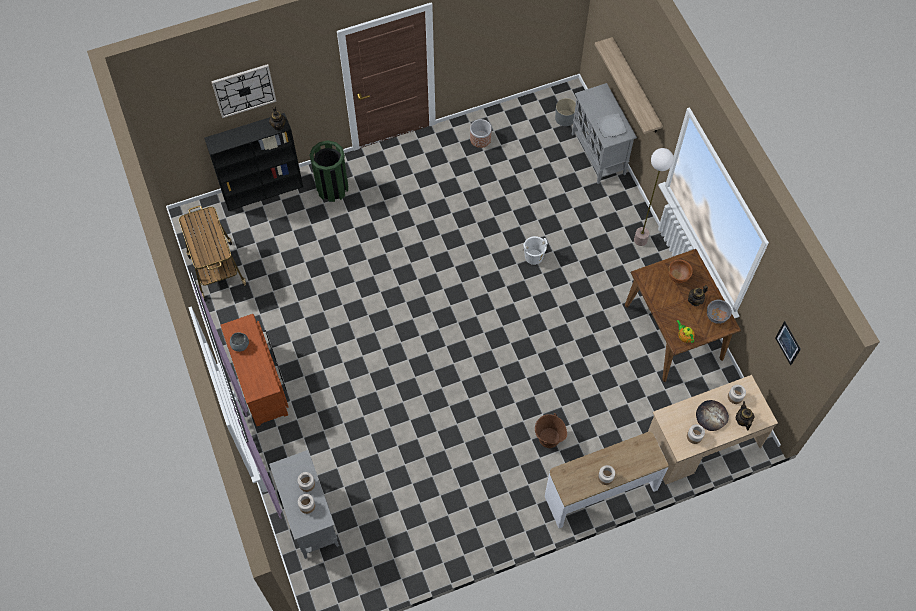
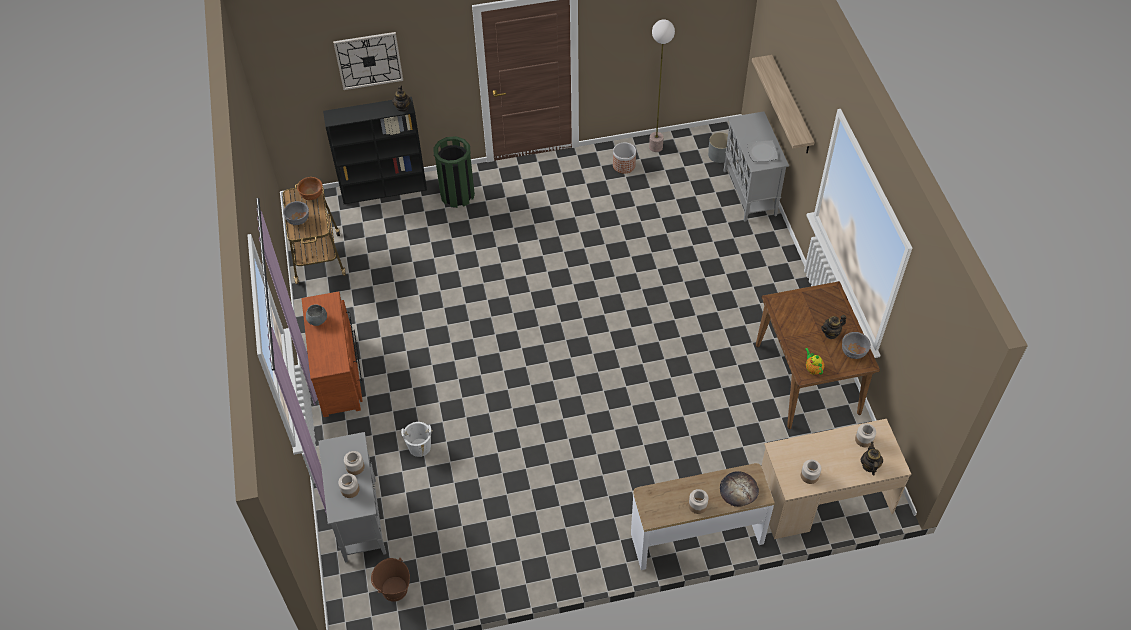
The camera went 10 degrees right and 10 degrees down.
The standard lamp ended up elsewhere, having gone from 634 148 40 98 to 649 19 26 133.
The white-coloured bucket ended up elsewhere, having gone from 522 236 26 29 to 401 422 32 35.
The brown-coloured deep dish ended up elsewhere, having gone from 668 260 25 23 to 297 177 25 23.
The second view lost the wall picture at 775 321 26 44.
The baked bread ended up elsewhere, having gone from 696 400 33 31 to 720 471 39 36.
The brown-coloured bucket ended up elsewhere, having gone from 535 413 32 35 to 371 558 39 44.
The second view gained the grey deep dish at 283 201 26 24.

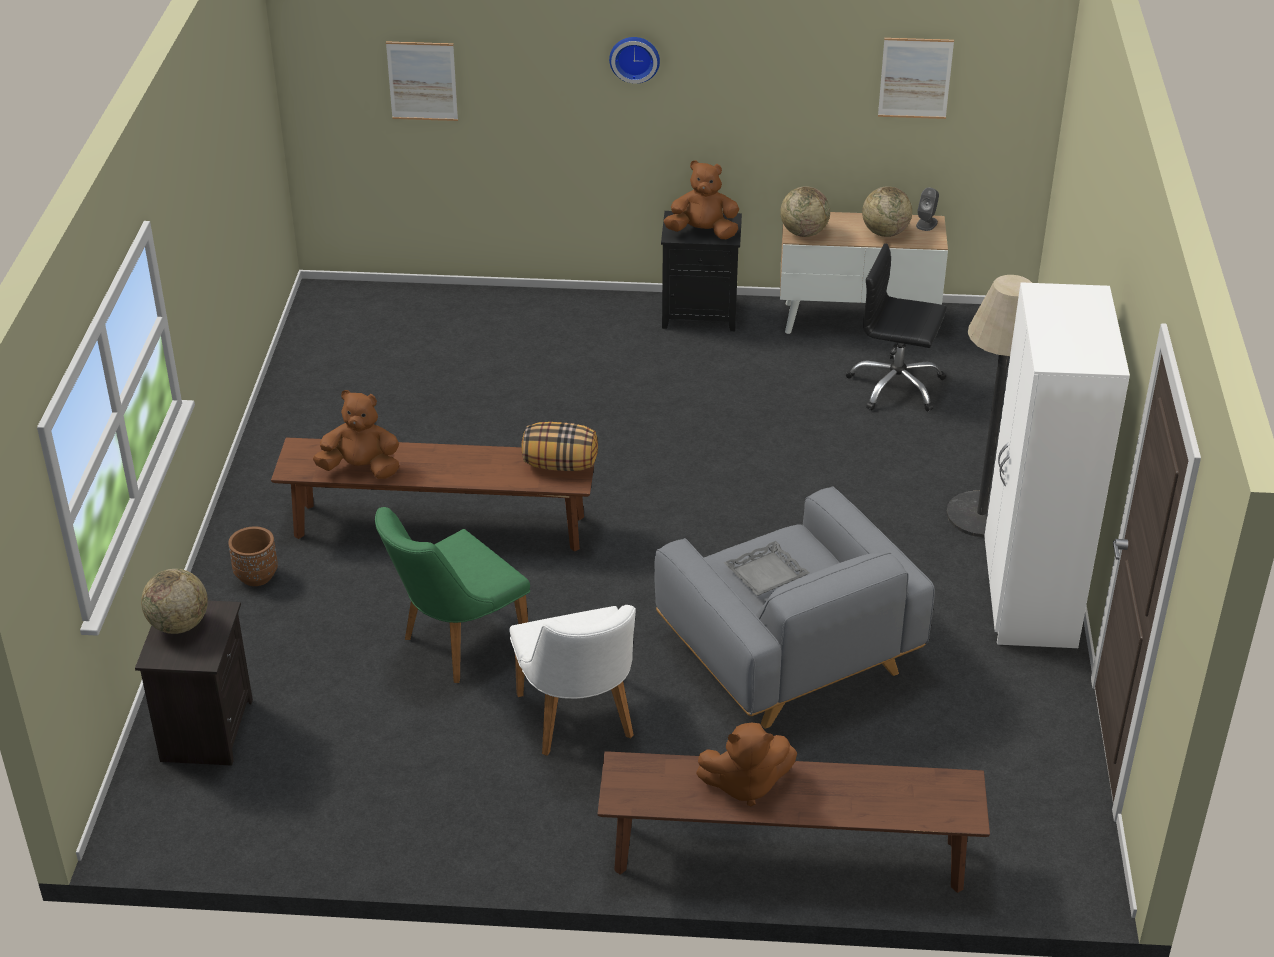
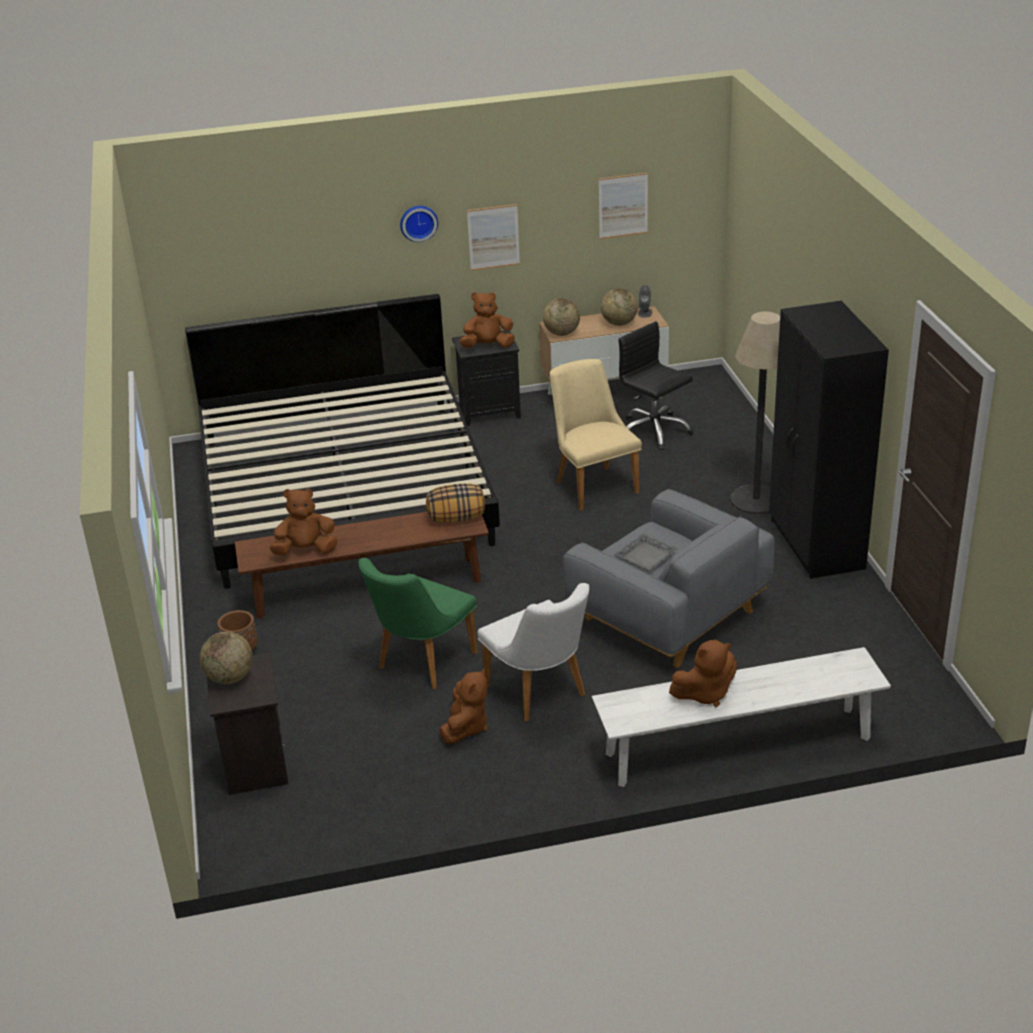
The camera went 15 degrees left and 5 degrees down.
The wall picture ended up elsewhere, having gone from 386 41 72 80 to 467 204 53 67.
The black office chair at 846 243 101 168 ended up facing another way, 45 degrees clockwise from before.
What was the white-coloured armoire at 984 282 146 366 turned into the black armoire at 769 301 120 278.
What was the brown-coloured bench at 597 751 393 142 turned into the white-coloured bench at 592 647 299 140.
The second view gained the bedroom bed at 185 294 315 295.
The second view gained the sand-coloured upright chair at 550 359 92 152.
The second view gained the brown-coloured plush toy at 439 668 49 76.

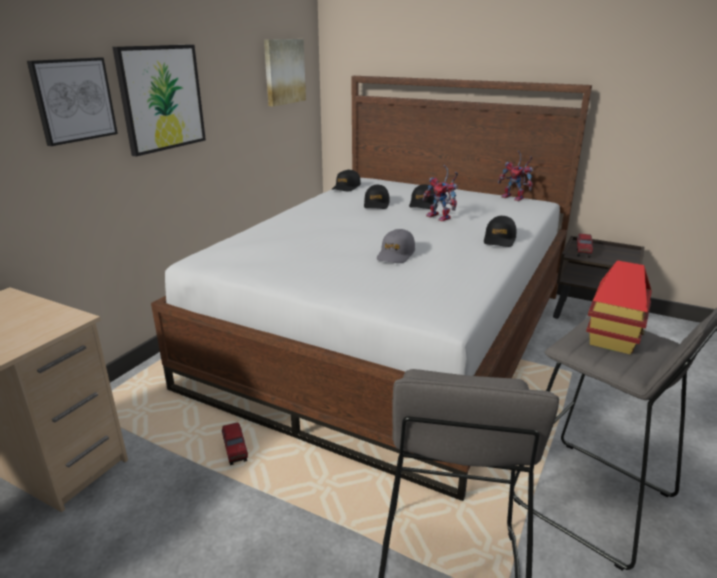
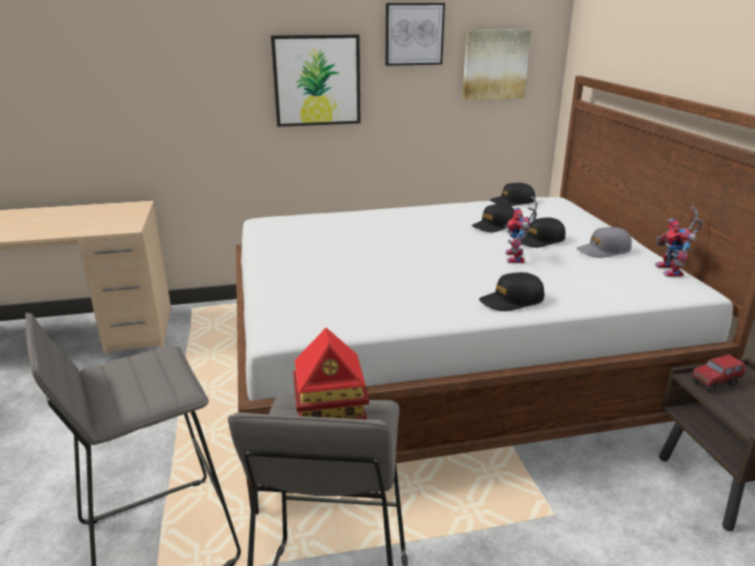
The camera went 50 degrees right and 0 degrees up.
The wall picture ended up elsewhere, having gone from 27 58 91 88 to 385 3 60 63.
The grey peaked cap ended up elsewhere, having gone from 377 229 38 34 to 576 227 56 31.
The second view lost the toy lorry at 222 423 26 42.

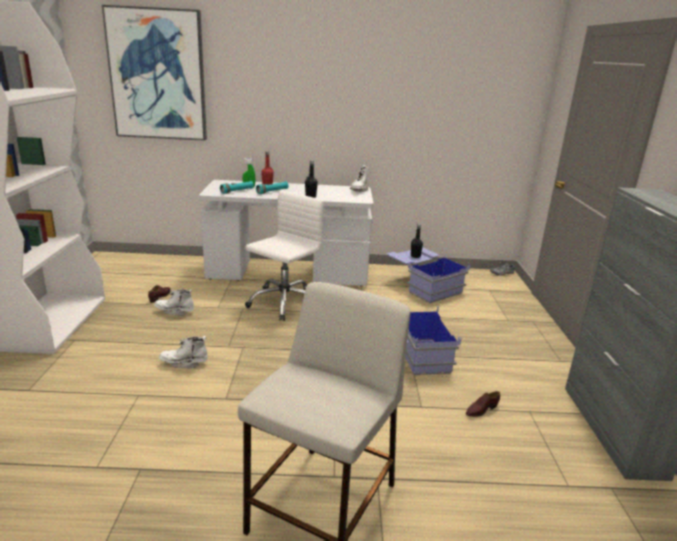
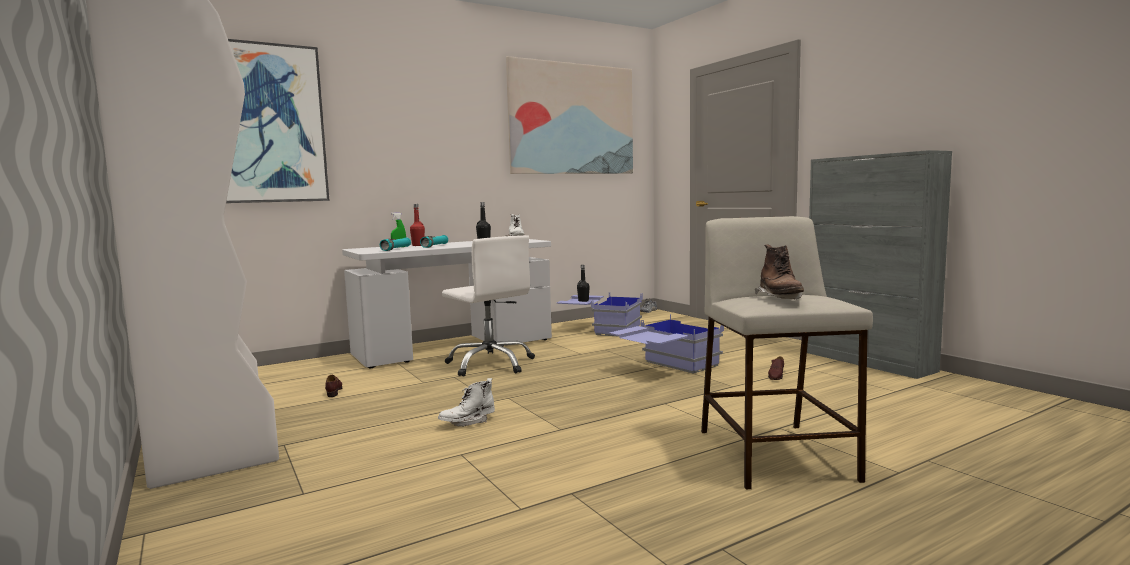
The camera went 30 degrees left and 15 degrees down.
The white-coloured office chair at 245 191 79 130 ended up facing another way, 135 degrees clockwise from before.
The second view lost the white-coloured high-top boot at 154 289 40 27.
The second view gained the wall picture at 506 56 127 118.
The second view gained the brown-coloured high-top boot at 755 245 49 54.

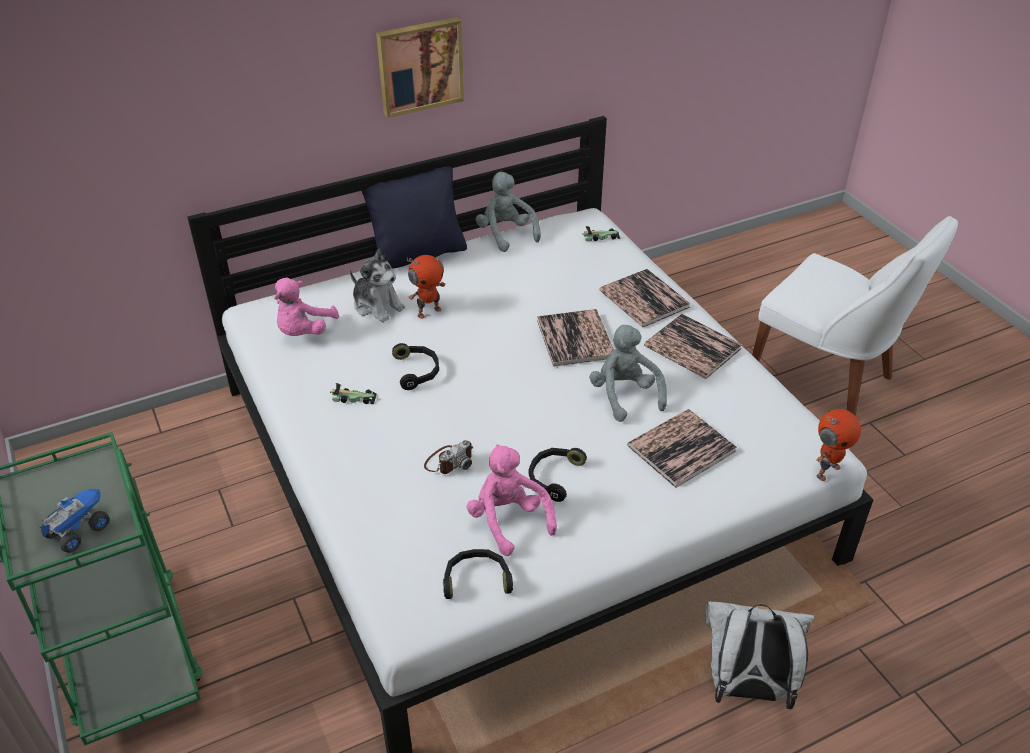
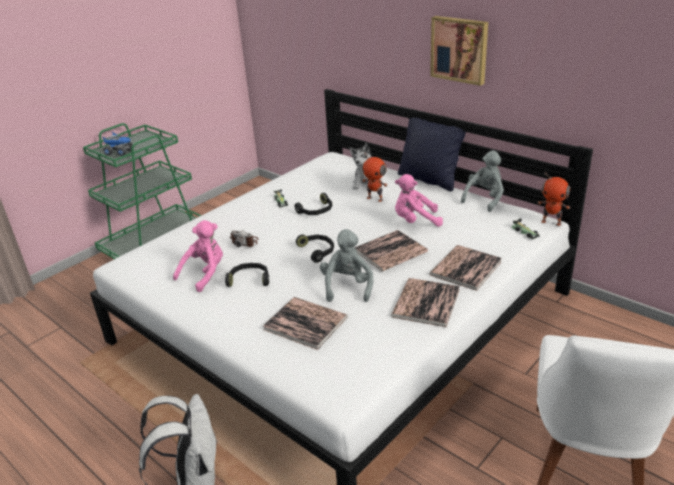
The camera went 70 degrees right and 10 degrees down.
The pinkish plush toy ended up elsewhere, having gone from 274 277 65 59 to 395 174 48 53.
The grey plush toy at 589 325 78 97 ended up facing another way, 45 degrees counterclockwise from before.
The model robot ended up elsewhere, having gone from 816 409 45 72 to 538 171 32 55.
The black headphones ended up elsewhere, having gone from 443 549 70 50 to 296 234 38 29.

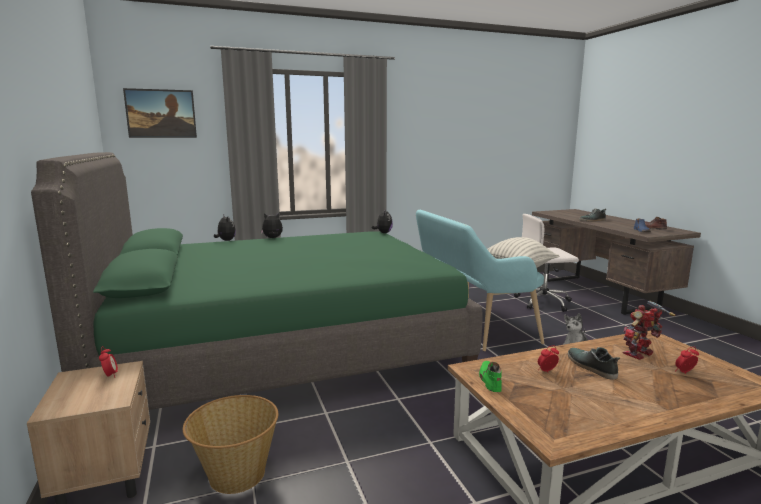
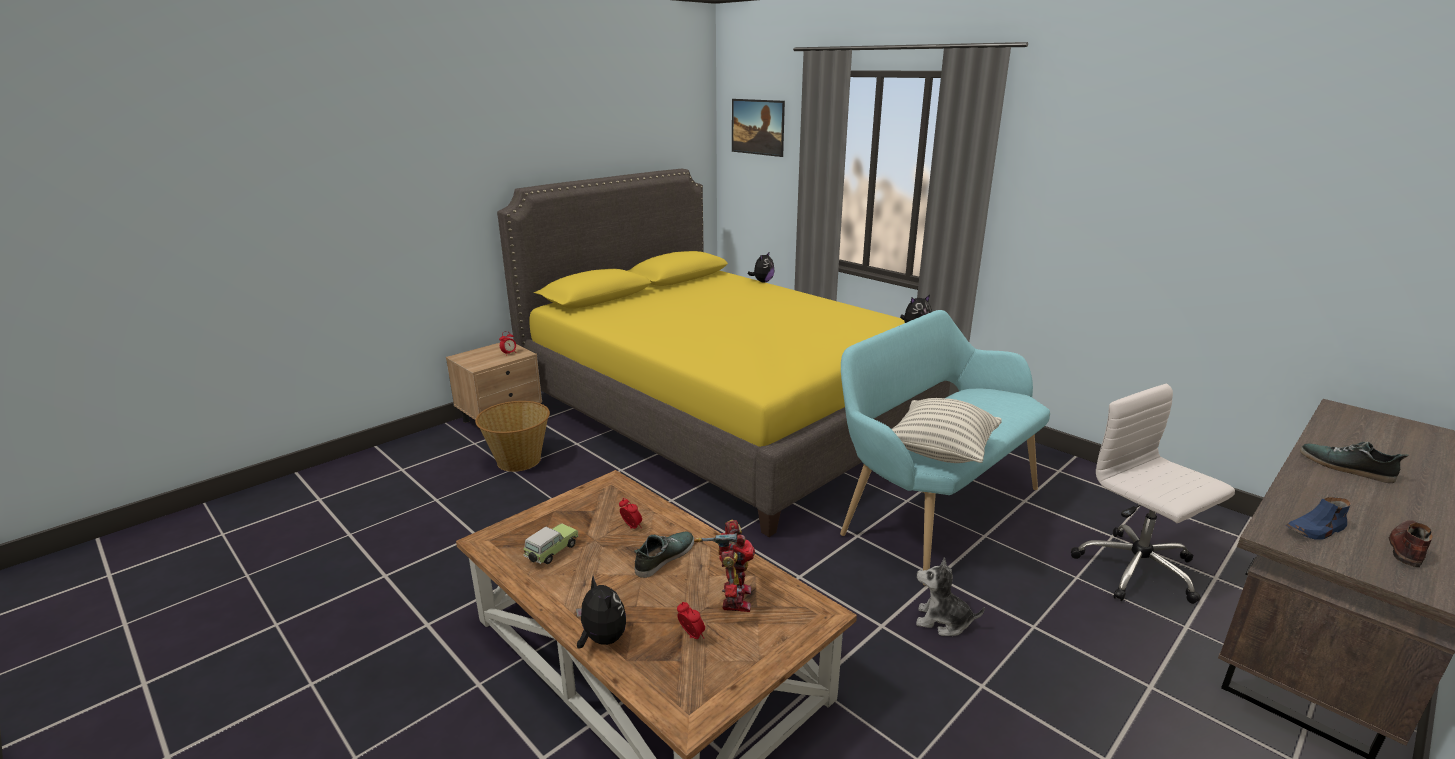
The camera went 65 degrees right and 10 degrees up.
What was the green-coloured bedroom bed at 31 152 452 258 turned into the yellow-coloured bedroom bed at 497 169 453 368.
The plush toy ended up elsewhere, having gone from 260 213 23 25 to 576 576 50 72.
The model robot at 622 301 54 59 ended up facing another way, 60 degrees clockwise from before.
The second view lost the green-coloured item of footwear at 479 361 23 31.
The second view gained the toy car at 523 523 55 41.

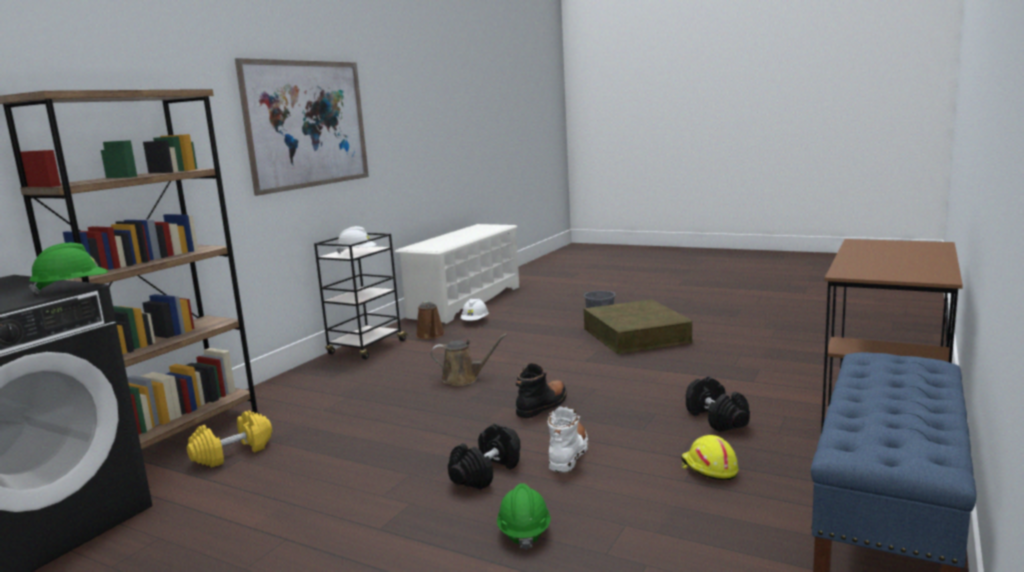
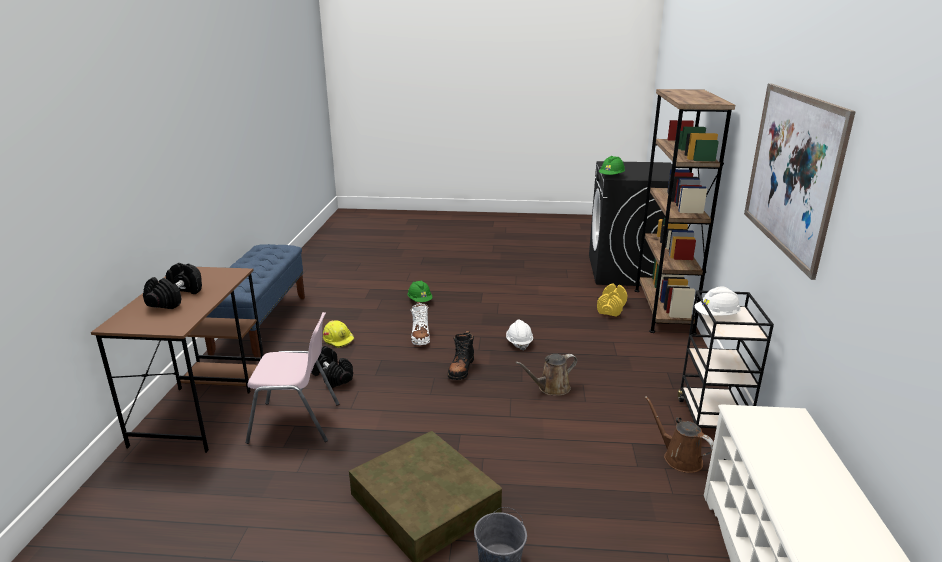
The camera went 155 degrees right and 10 degrees up.
The white-coloured hard hat ended up elsewhere, having gone from 461 299 28 22 to 506 320 27 30.
The black hand weight ended up elsewhere, having gone from 448 424 72 66 to 143 263 59 46.
The second view gained the pinkish upright chair at 246 312 93 132.

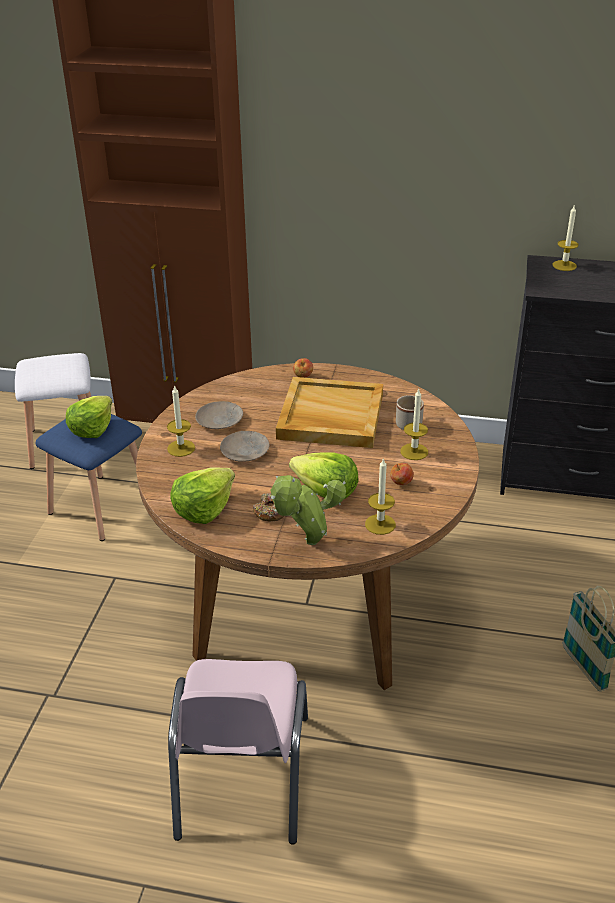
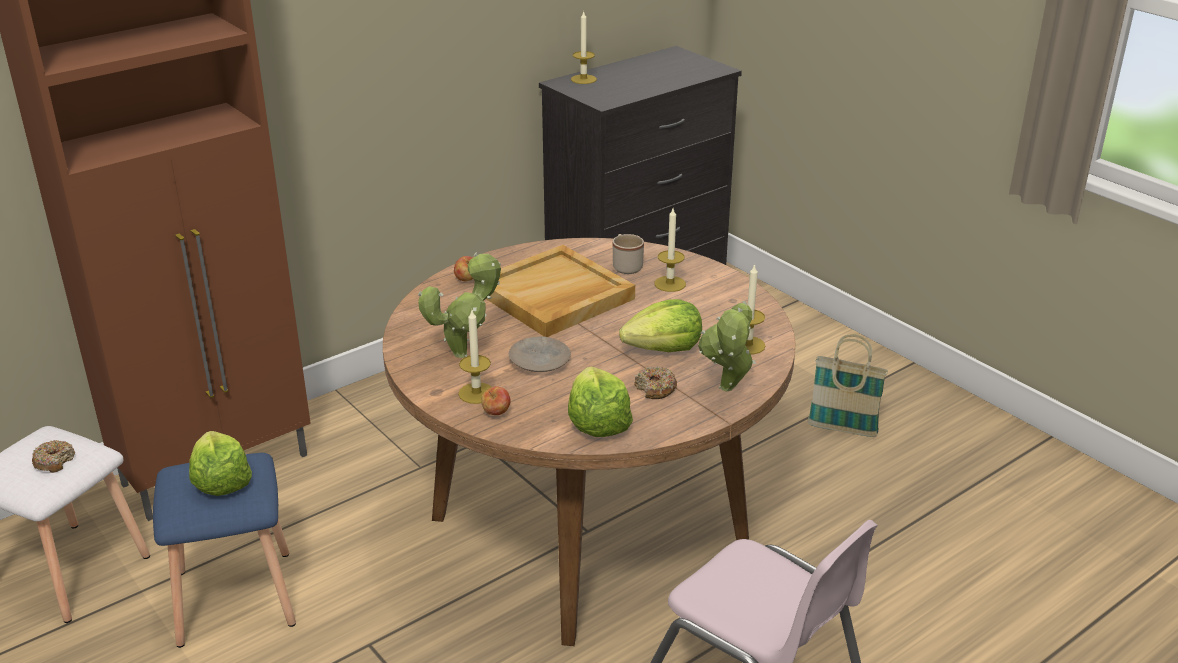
The camera went 50 degrees left and 5 degrees down.
Where the sand-coloured dinner plate stood at 195 401 48 28, the potted plant came to stand at 418 252 83 106.
The apple ended up elsewhere, having gone from 390 463 24 22 to 481 386 30 29.
The second view gained the doughnut at 32 440 43 33.

